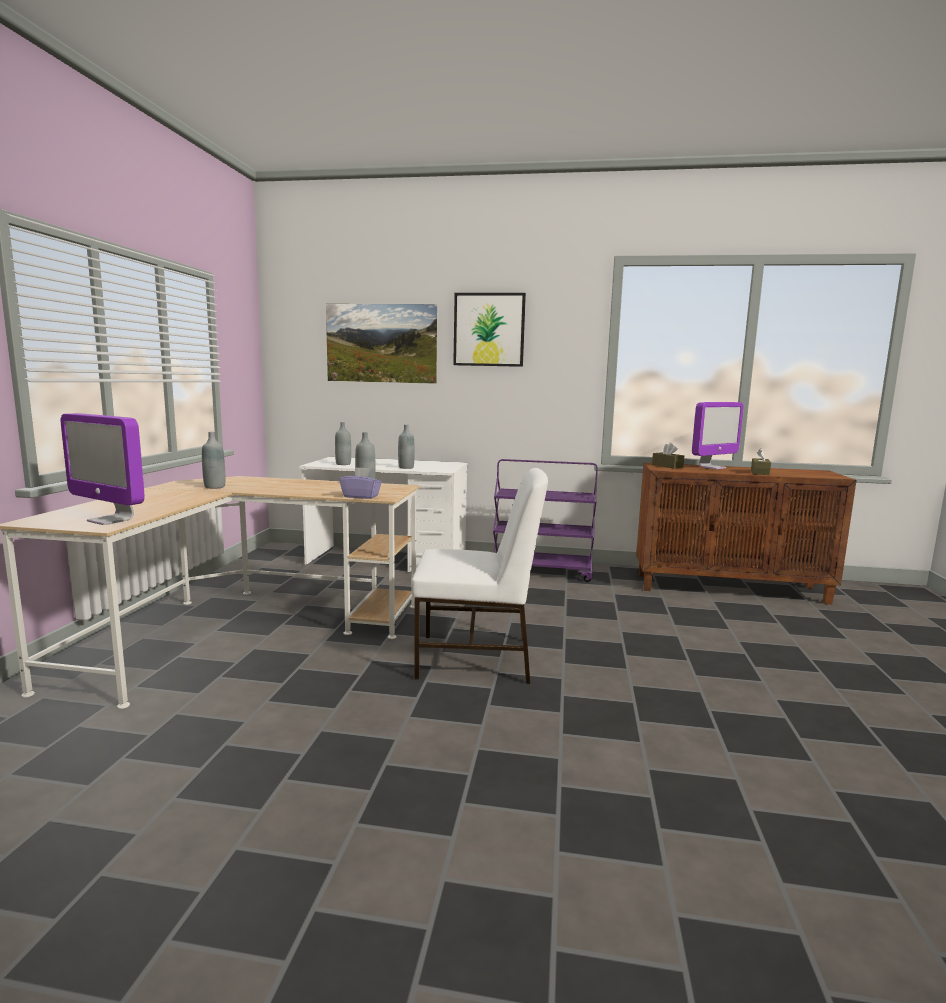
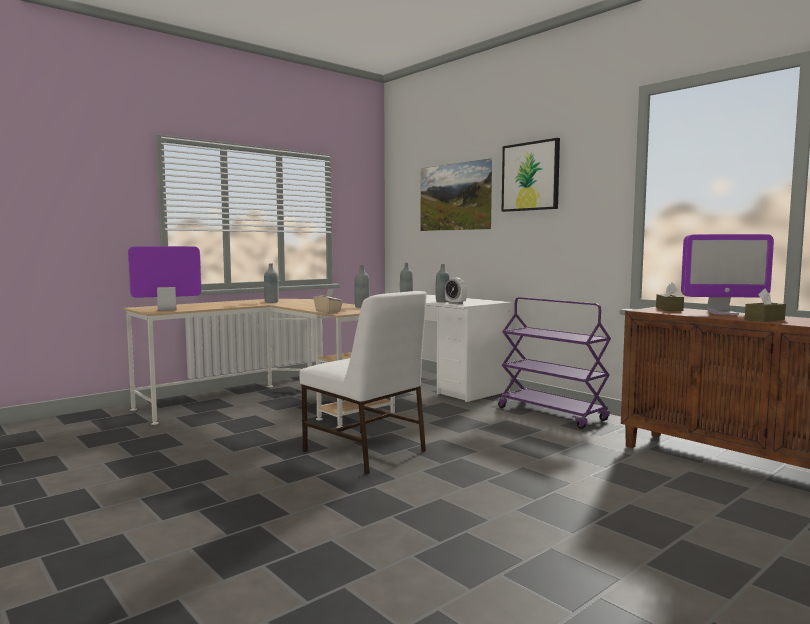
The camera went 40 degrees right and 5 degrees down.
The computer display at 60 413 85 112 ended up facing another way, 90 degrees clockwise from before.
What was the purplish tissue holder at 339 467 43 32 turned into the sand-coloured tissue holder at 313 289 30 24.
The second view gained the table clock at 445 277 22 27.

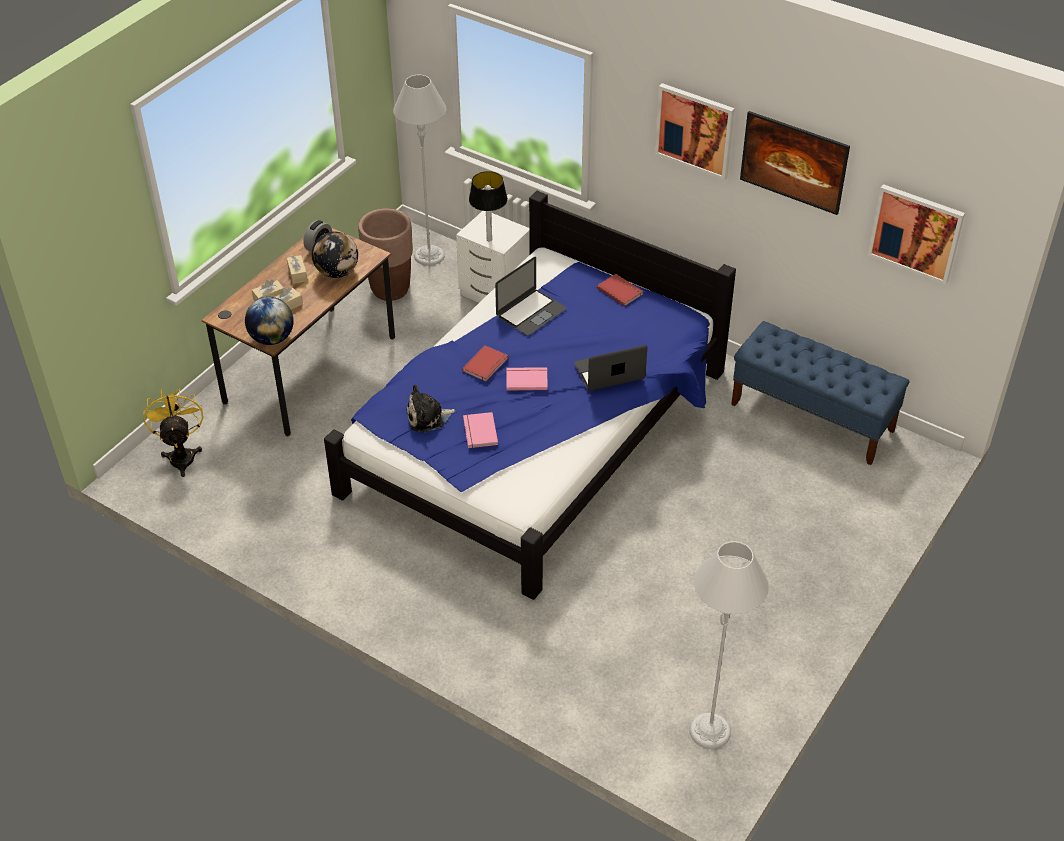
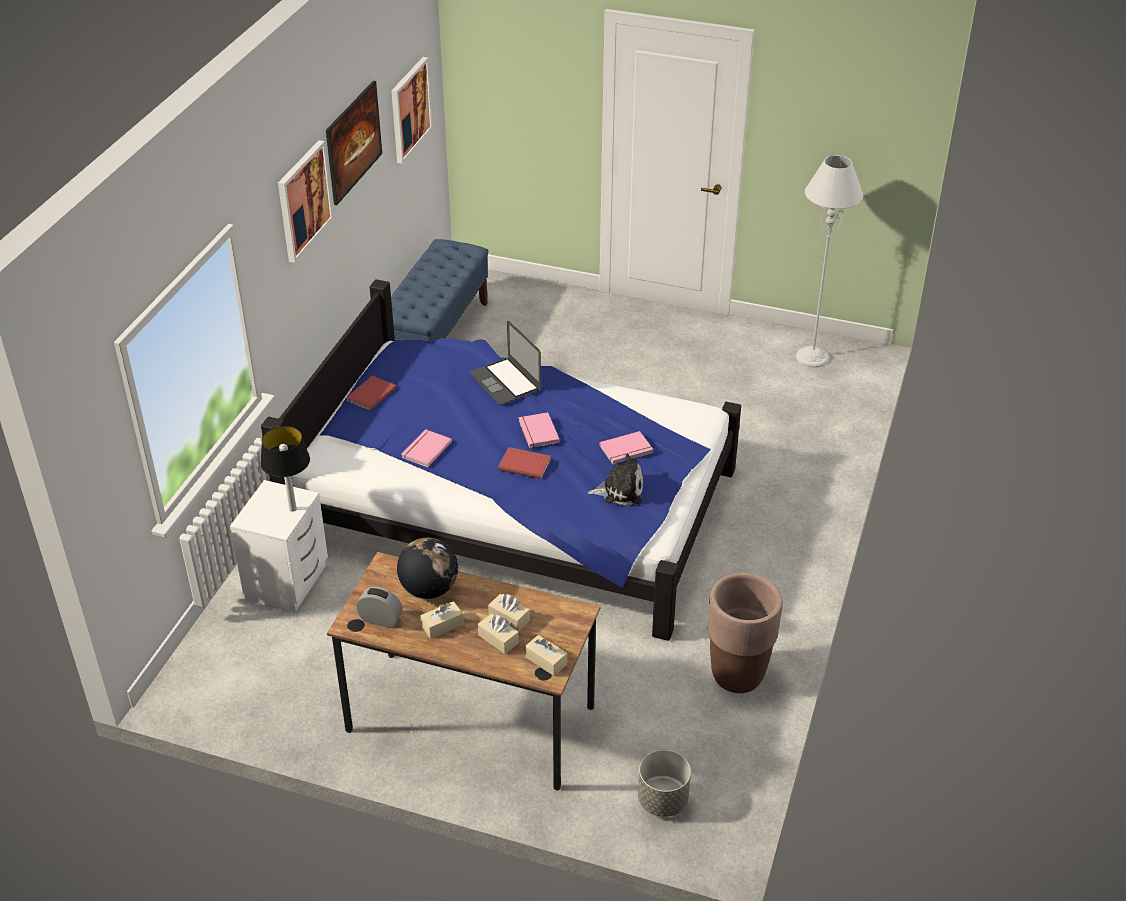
The camera went 105 degrees left and 5 degrees down.
The second view lost the grey standard lamp at 393 75 53 191.
The brown-coloured plant pot ended up elsewhere, having gone from 358 208 55 93 to 708 572 75 121.
Where the notebook computer stood at 495 257 71 79, the pinkish book came to stand at 401 429 51 38.
The second view lost the desk globe at 245 297 49 48.
The plush toy at 406 384 50 49 ended up facing another way, 60 degrees counterclockwise from before.
Where the yellow-coloured electric fan stood at 143 388 60 89, the grey plant pot came to stand at 638 750 53 67.
The second view gained the sand-coloured tissue holder at 525 635 42 41.

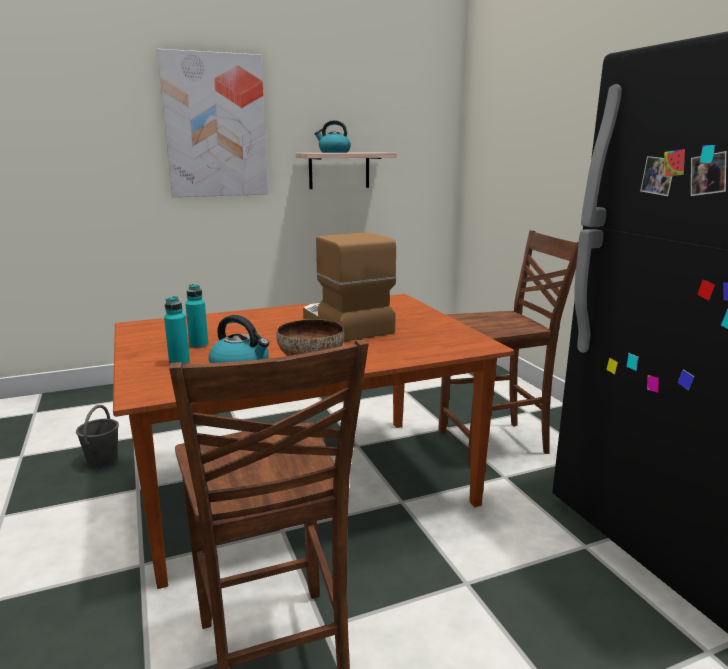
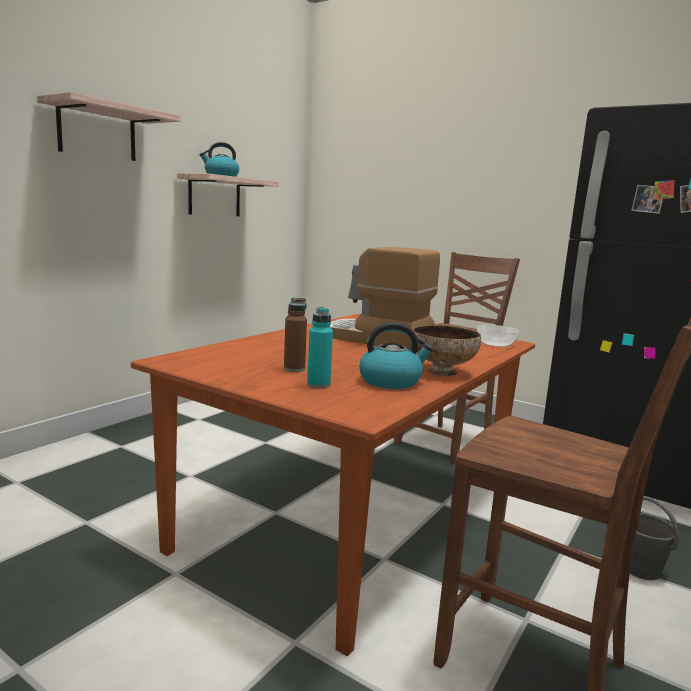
The camera went 35 degrees left and 5 degrees down.
Where the wall picture hung at 157 49 111 148, the wall shelf came to hang at 37 92 144 69.
What was the blue-green beverage bottle at 185 284 24 64 turned into the brown-coloured beverage bottle at 284 298 23 74.
The grey bucket ended up elsewhere, having gone from 76 405 43 63 to 630 496 49 84.
The second view gained the deep dish at 477 325 42 22.

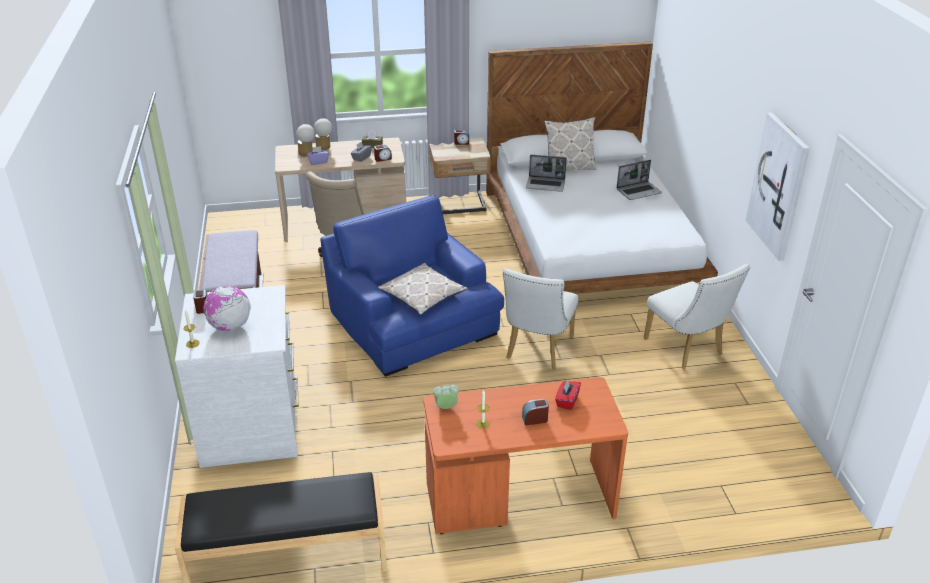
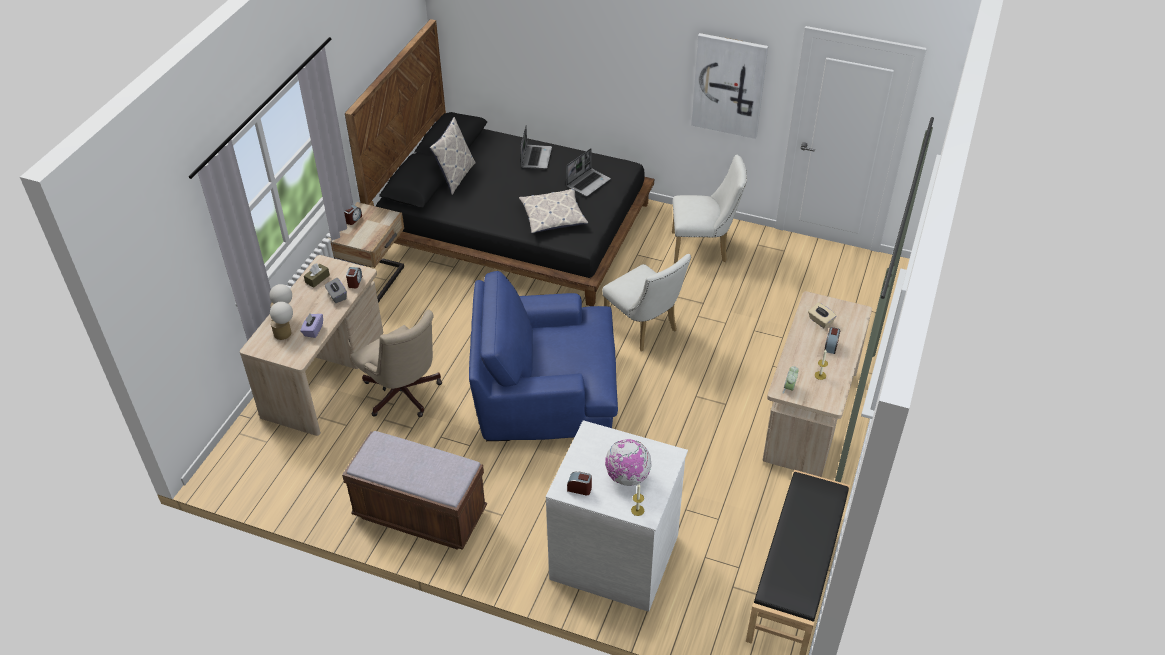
The camera went 60 degrees left and 10 degrees up.
What was the white-coloured bedroom bed at 486 42 232 252 turned into the black bedroom bed at 345 19 309 287.
The notebook computer ended up elsewhere, having gone from 526 155 41 37 to 566 148 45 49.
The pillow ended up elsewhere, having gone from 378 263 90 52 to 519 188 69 45.
What was the orangey desk at 423 377 205 157 turned into the sand-coloured desk at 763 291 109 186.
What was the reddish tissue holder at 555 379 26 31 turned into the sand-coloured tissue holder at 808 302 29 26.

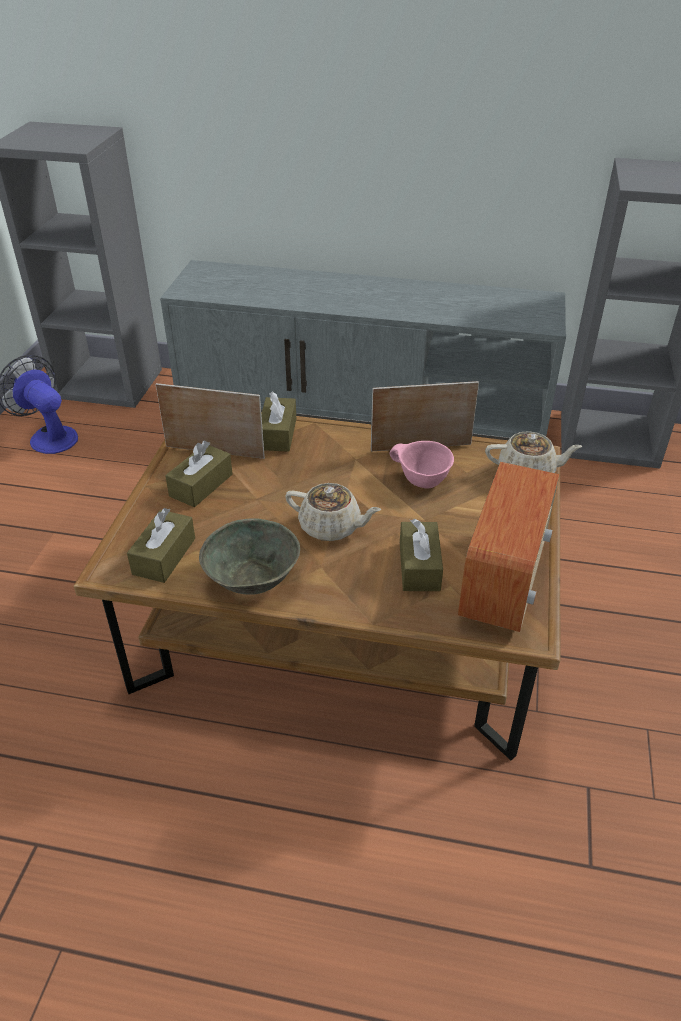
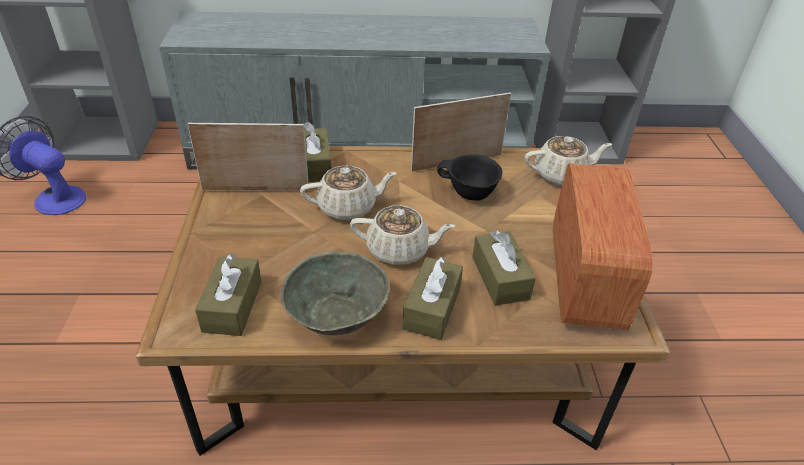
The camera went 15 degrees left and 0 degrees up.
The brown-coloured tissue holder ended up elsewhere, having gone from 165 441 68 66 to 402 257 61 83.
What was the pinkish deep dish at 390 441 64 48 turned into the black deep dish at 437 154 66 47.
The second view gained the sand-coloured pot for tea at 300 166 97 54.

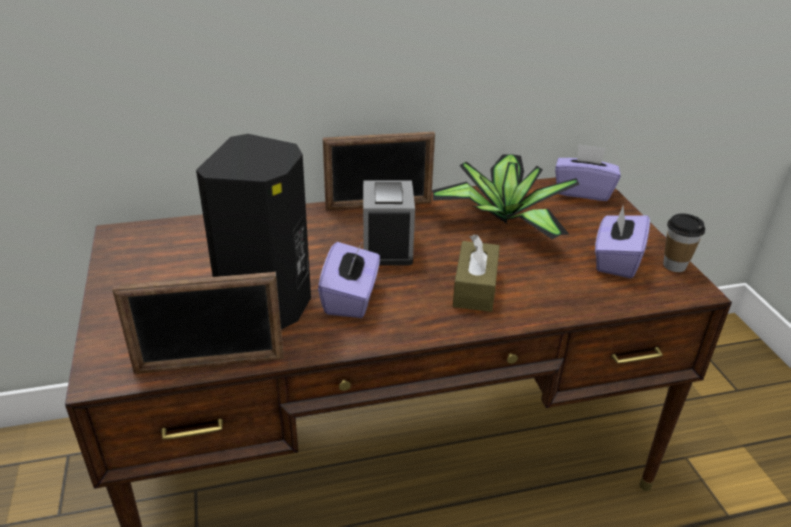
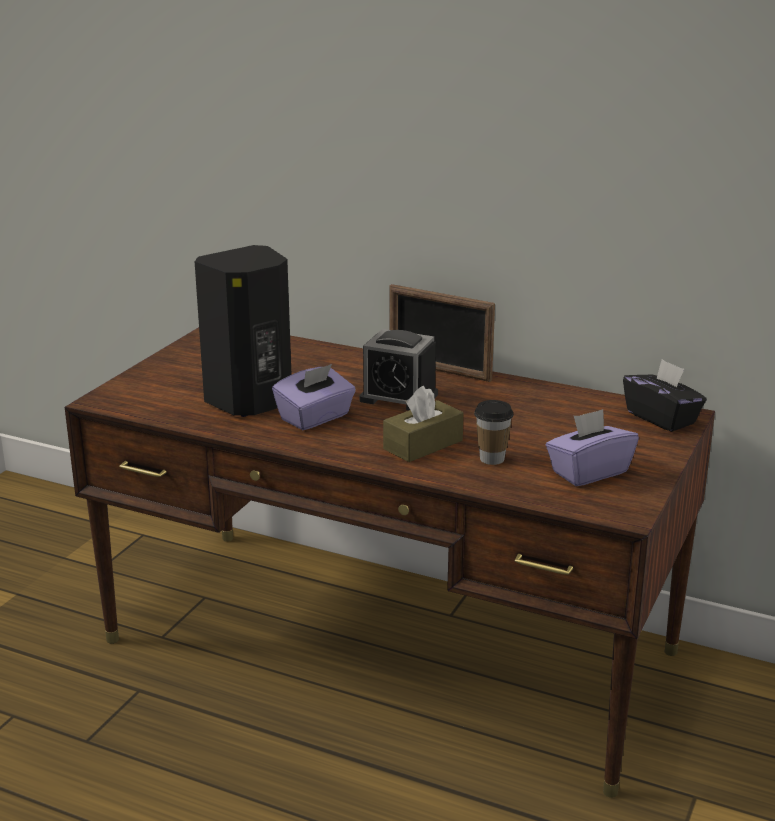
The camera went 40 degrees right and 10 degrees down.
What was the purplish tissue holder at 555 144 66 57 turned into the black tissue holder at 623 359 84 73.
The second view lost the potted plant at 432 154 148 85.
The table clock at 363 180 52 86 ended up facing another way, 105 degrees counterclockwise from before.
The small cup ended up elsewhere, having gone from 663 213 42 59 to 474 400 39 65.
The second view lost the picture frame at 112 272 172 102.

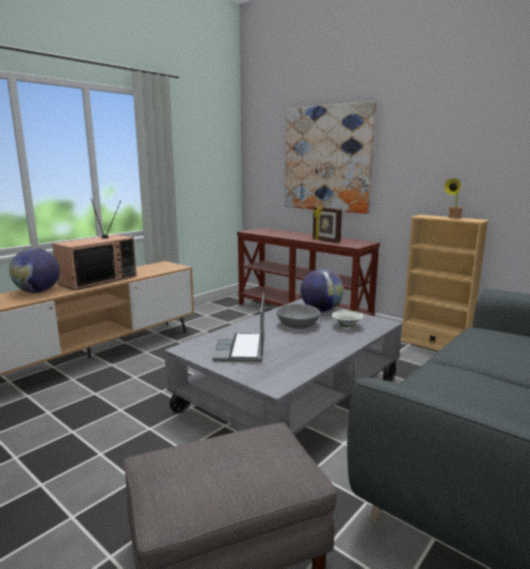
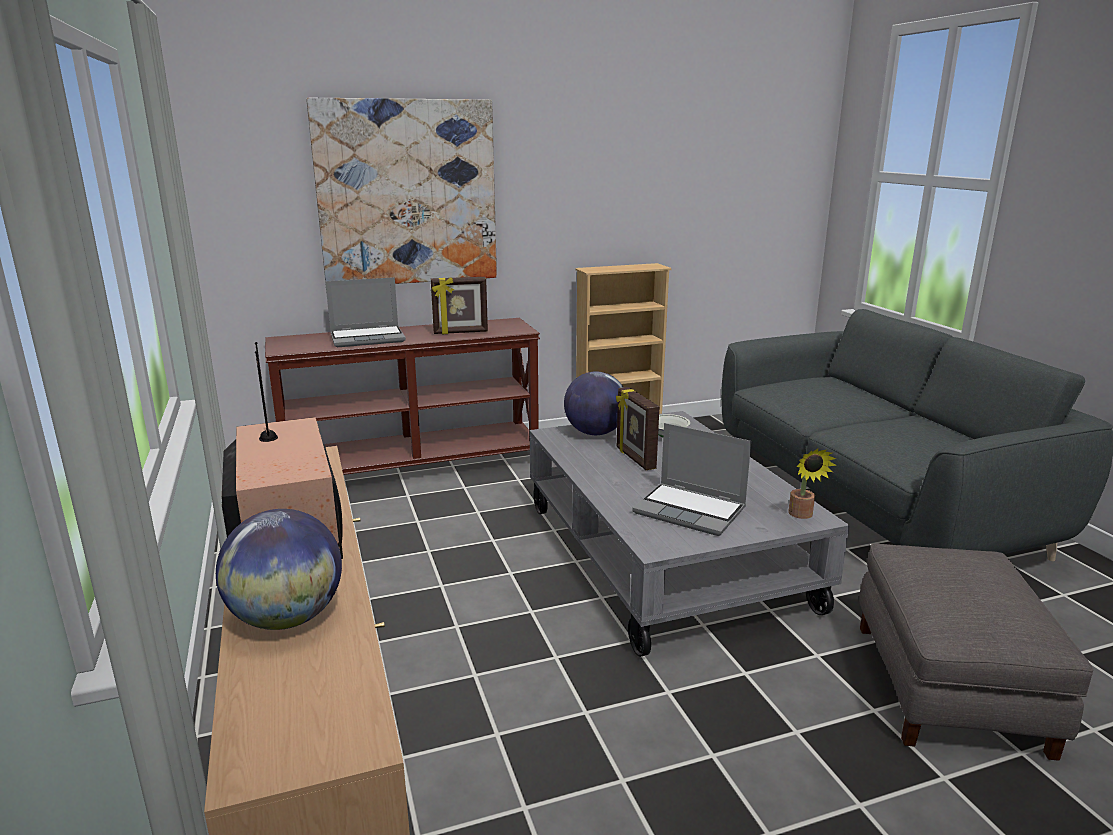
The camera went 60 degrees left and 5 degrees up.
The potted plant ended up elsewhere, having gone from 443 177 19 42 to 788 449 49 70.
Where the grey deep dish stood at 276 304 44 25, the picture frame came to stand at 616 387 43 83.
The second view gained the notebook computer at 325 277 81 70.

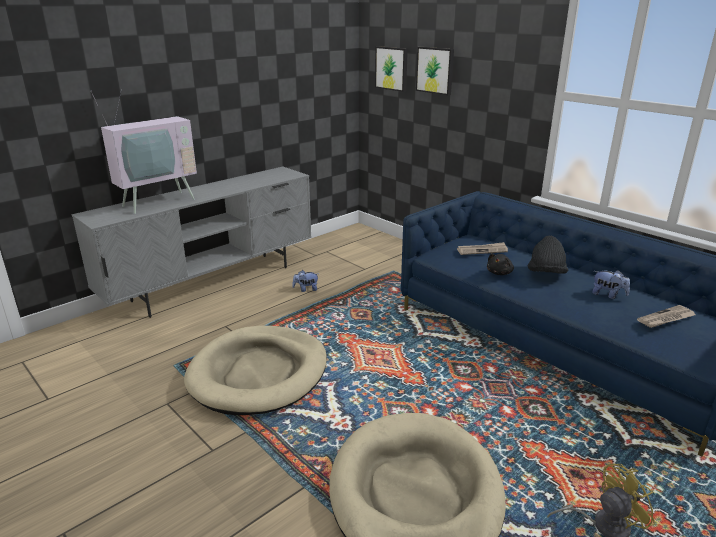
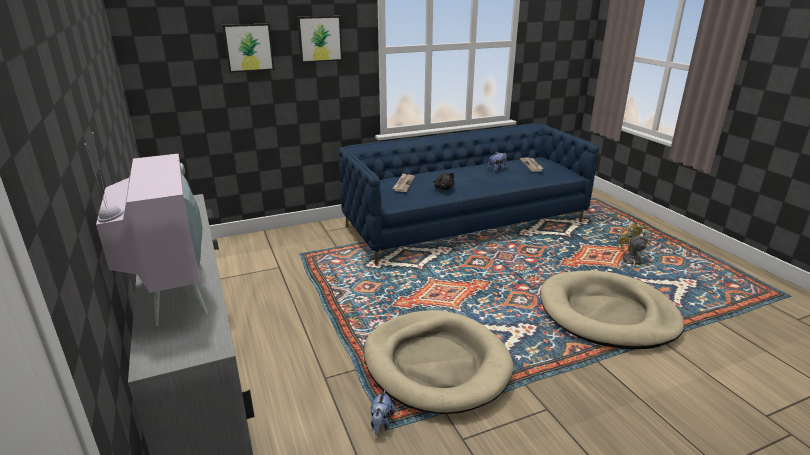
The camera went 70 degrees left and 0 degrees up.
The wall picture ended up elsewhere, having gone from 375 46 33 46 to 297 16 46 47.
The second view lost the black wearable hat at 528 236 40 38.
The plush toy ended up elsewhere, having gone from 292 270 26 22 to 371 390 23 46.

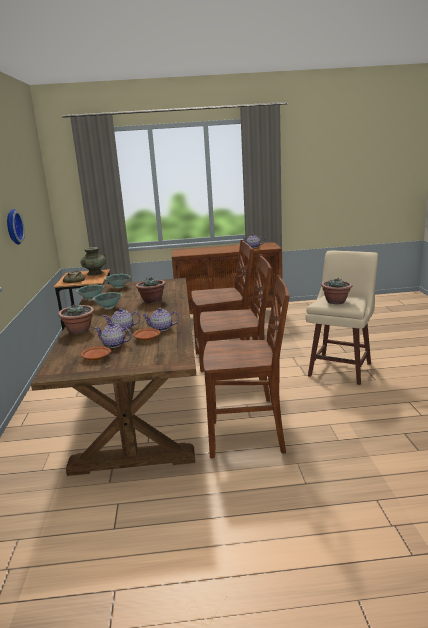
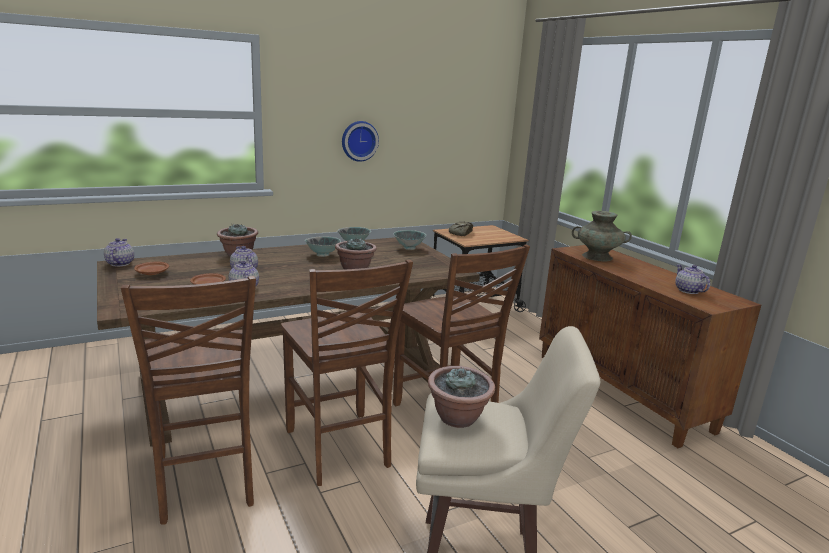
The camera went 65 degrees right and 0 degrees up.
The blue-green flower vase ended up elsewhere, having gone from 80 247 26 29 to 572 211 60 50.
The pot for tea ended up elsewhere, having gone from 95 323 37 25 to 104 238 30 28.

